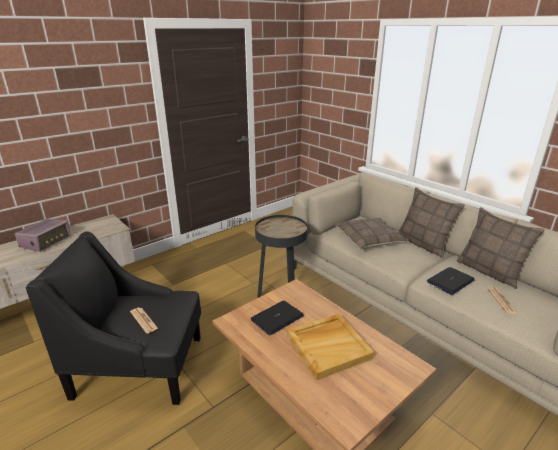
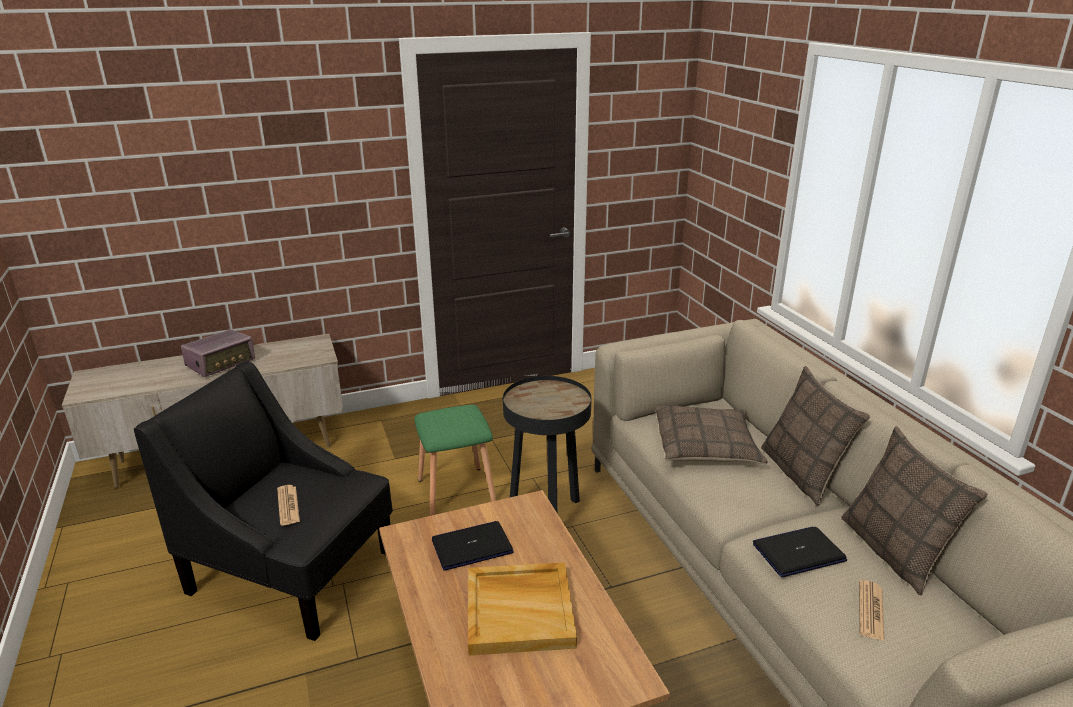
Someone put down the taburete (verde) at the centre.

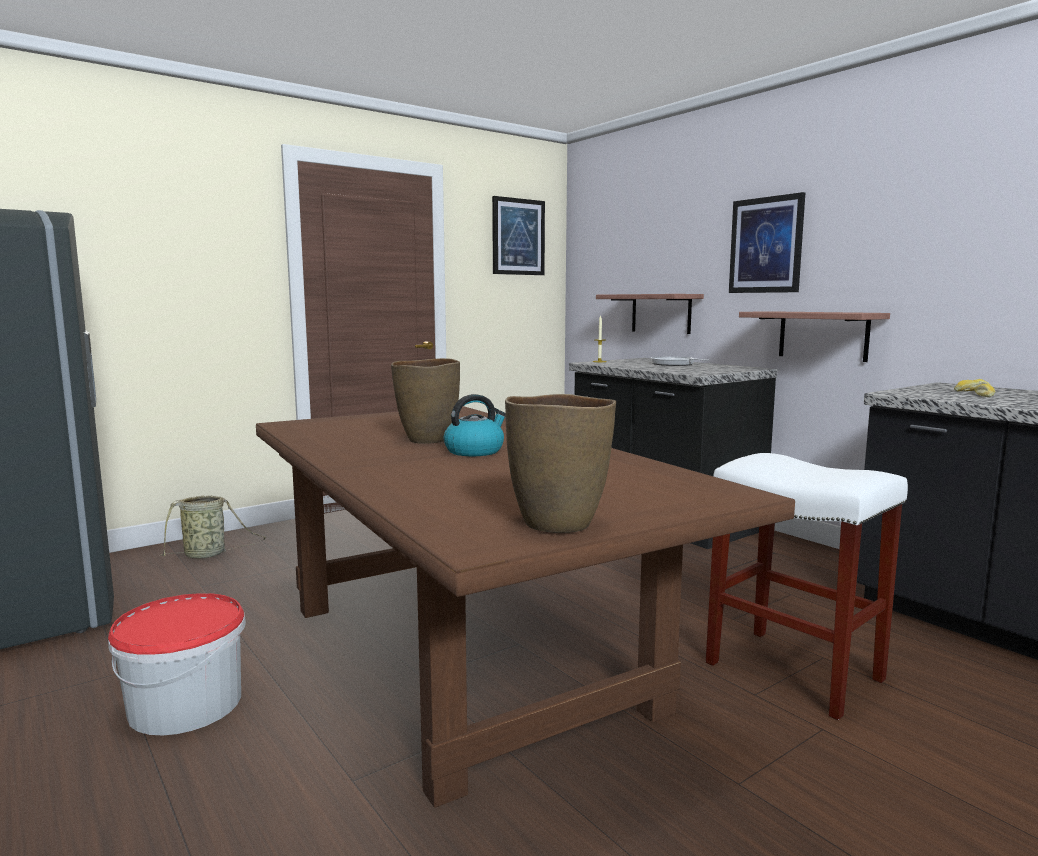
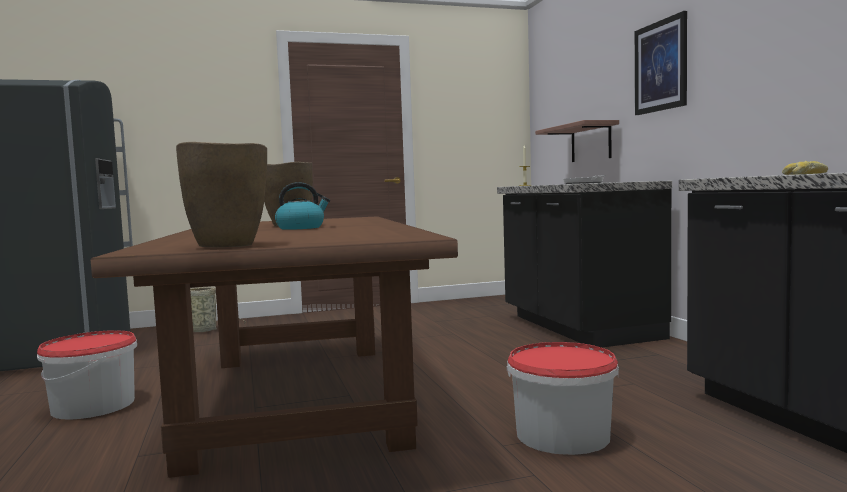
Someone took away the cuadro (1st from left) at the top centre.
Someone took away the estante (2nd from left) at the middle right.
Someone swapped the taburete (blanco) at the bottom right for the cubo (2nd from left) at the bottom centre.

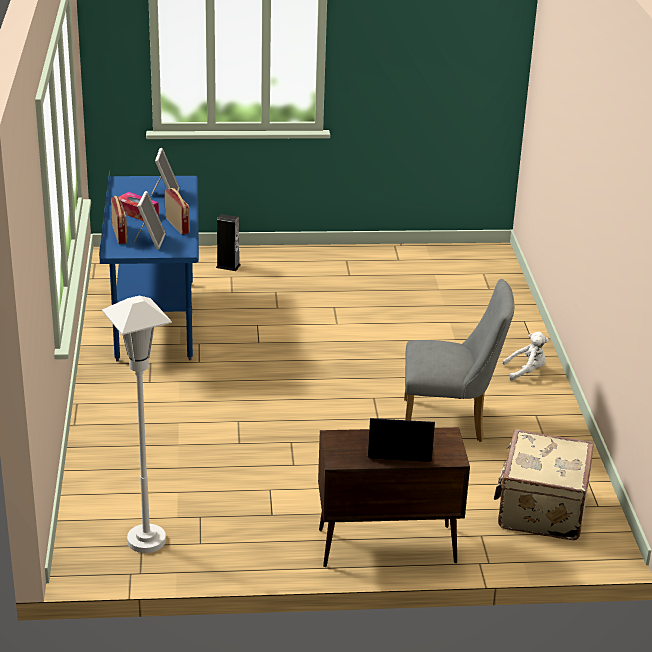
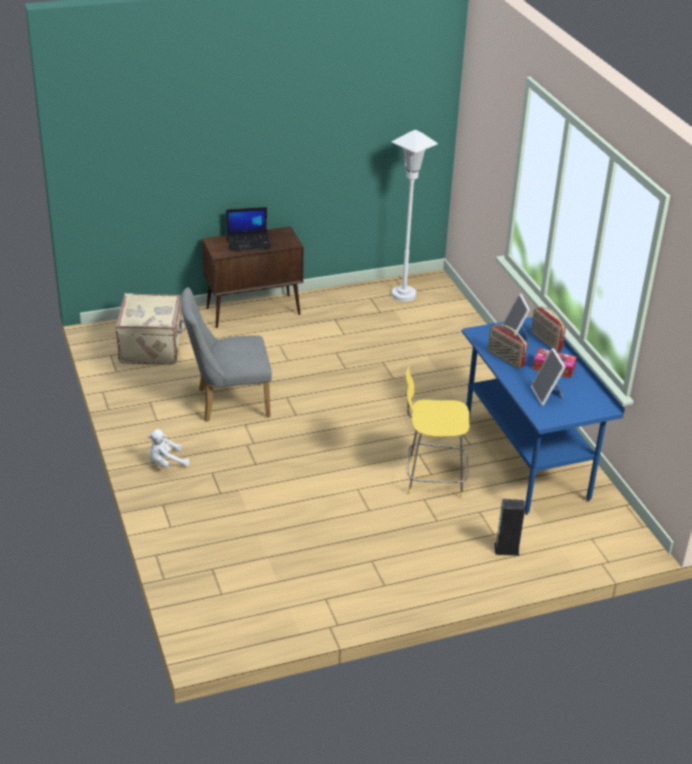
Someone put down the taburete (amarillo) at the centre.

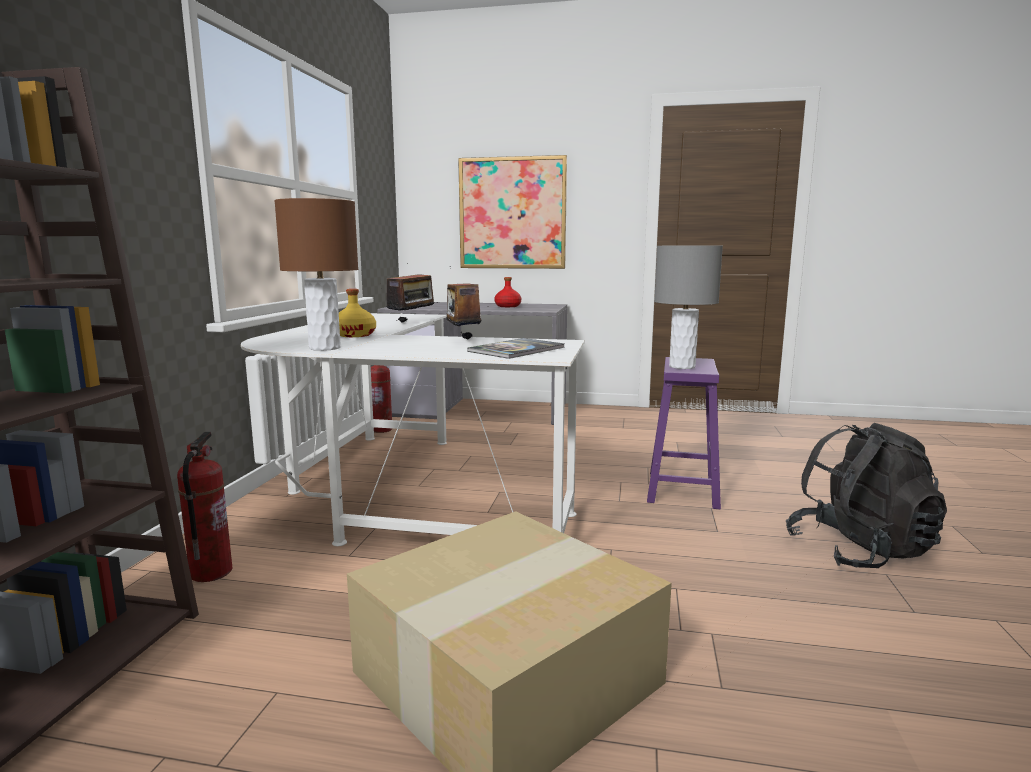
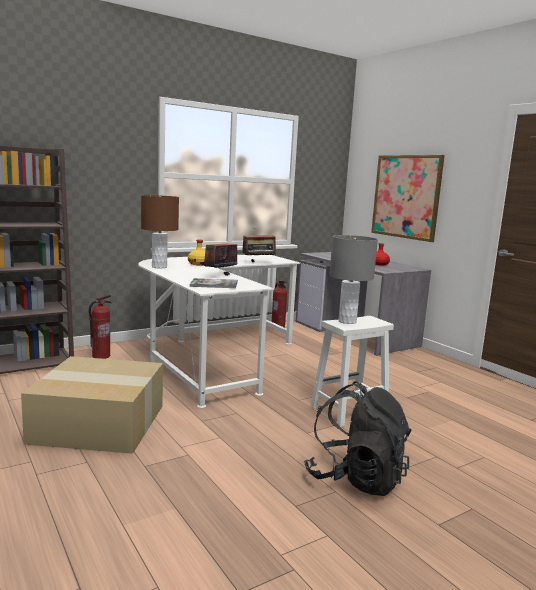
Someone repainted the taburete (morado) at the centre, which became the taburete (blanco) at the centre.

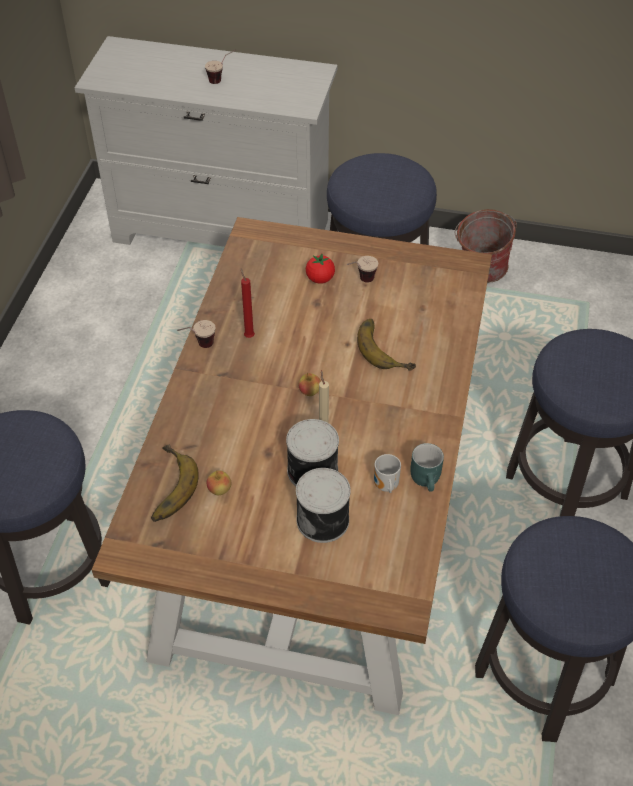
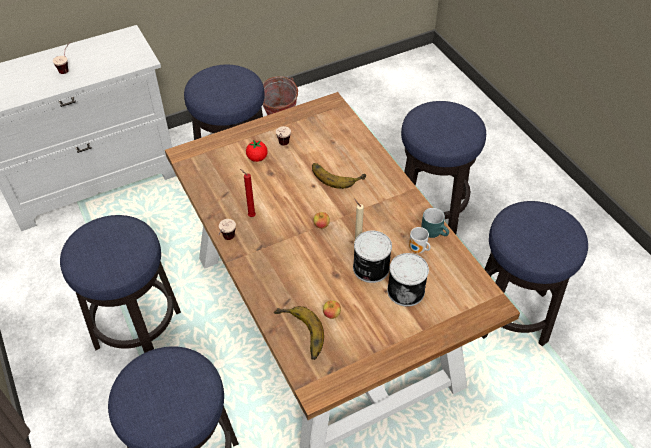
Someone put down the taburete (1st from left) at the middle left.

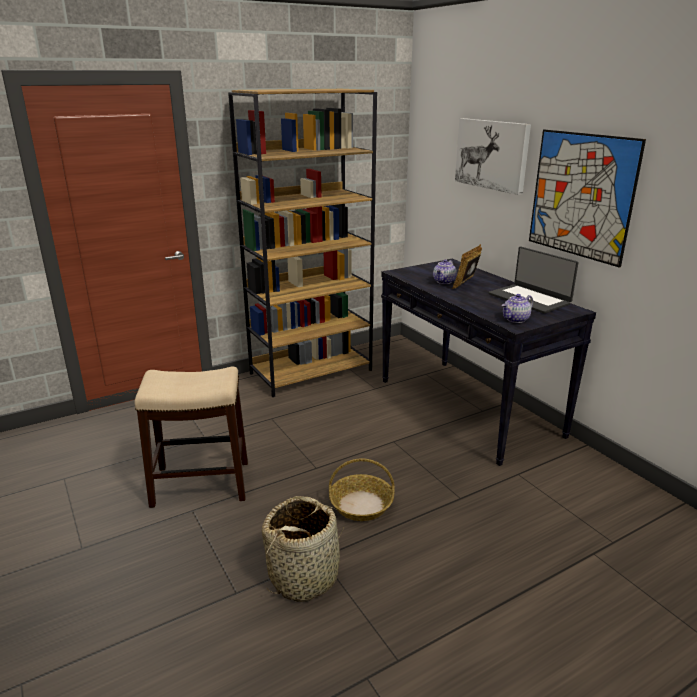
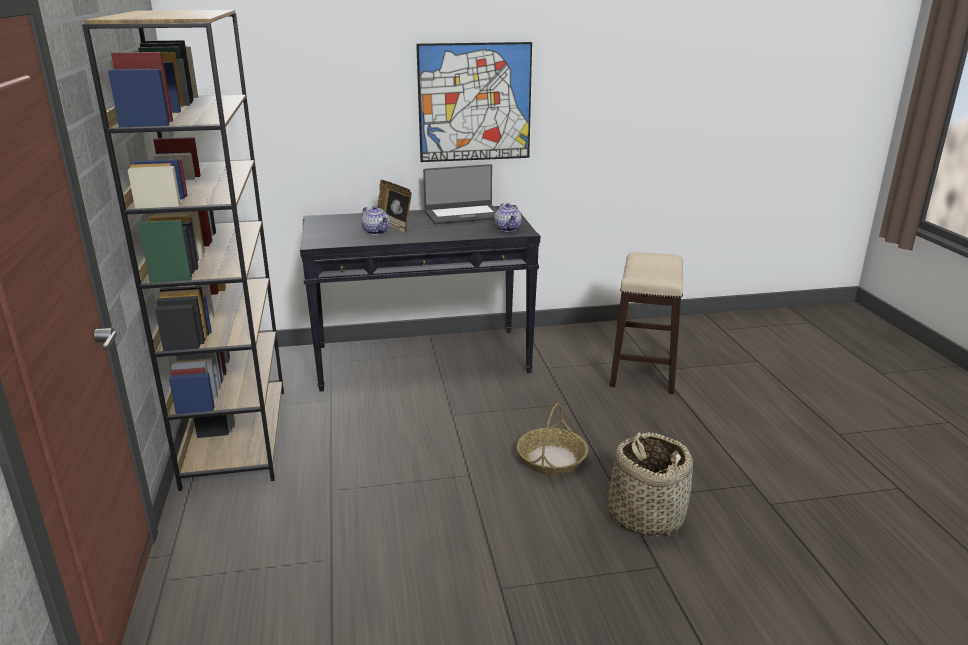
Someone took away the cuadro (1st from left) at the top right.
Someone carried the taburete from the middle left to the middle right.

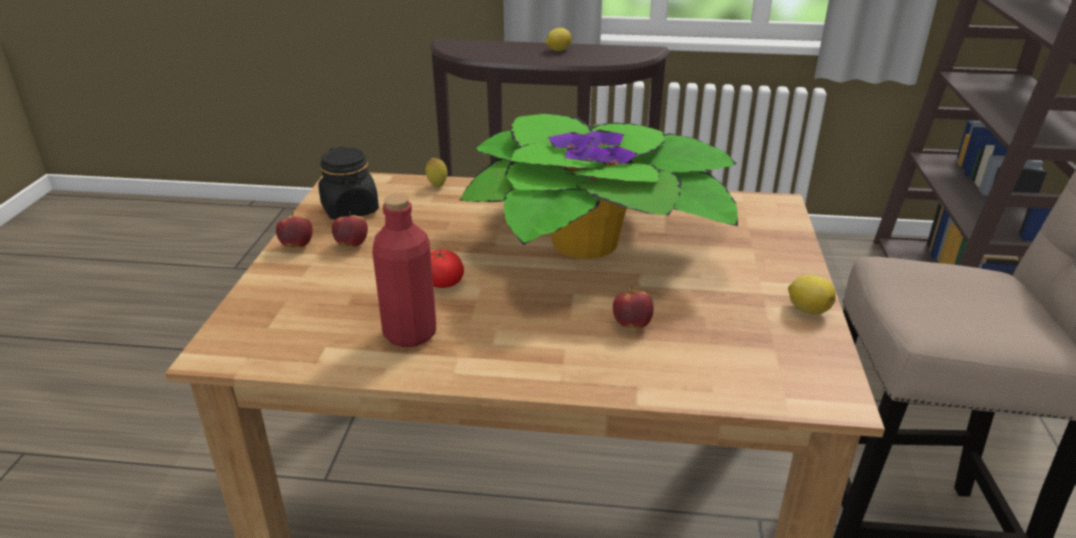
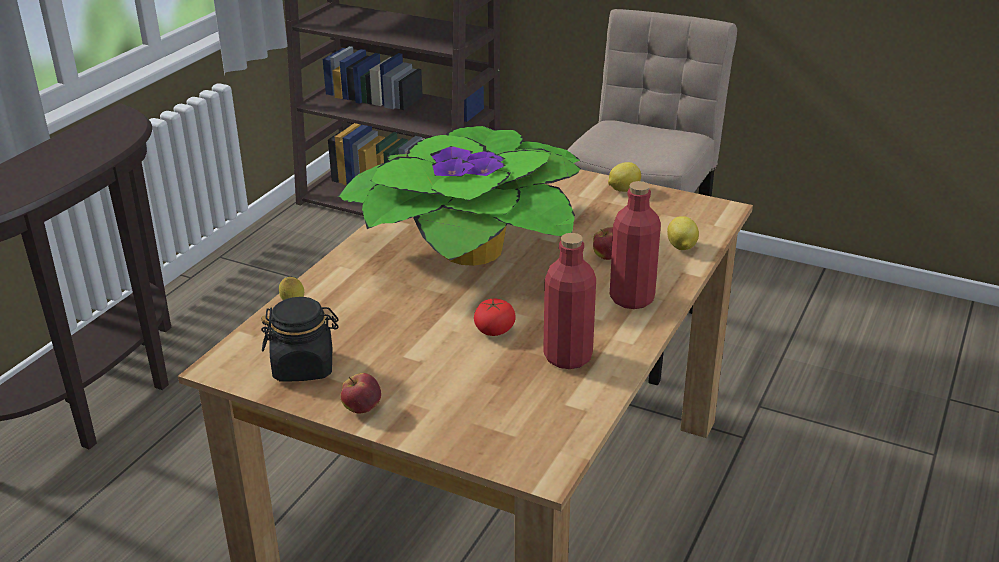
Someone took away the manzana (2nd from left) at the middle left.
Someone put down the botella (rojo) (2nd from left) at the centre.
Someone carried the limón (2nd from left in the first image) from the top centre to the middle right.

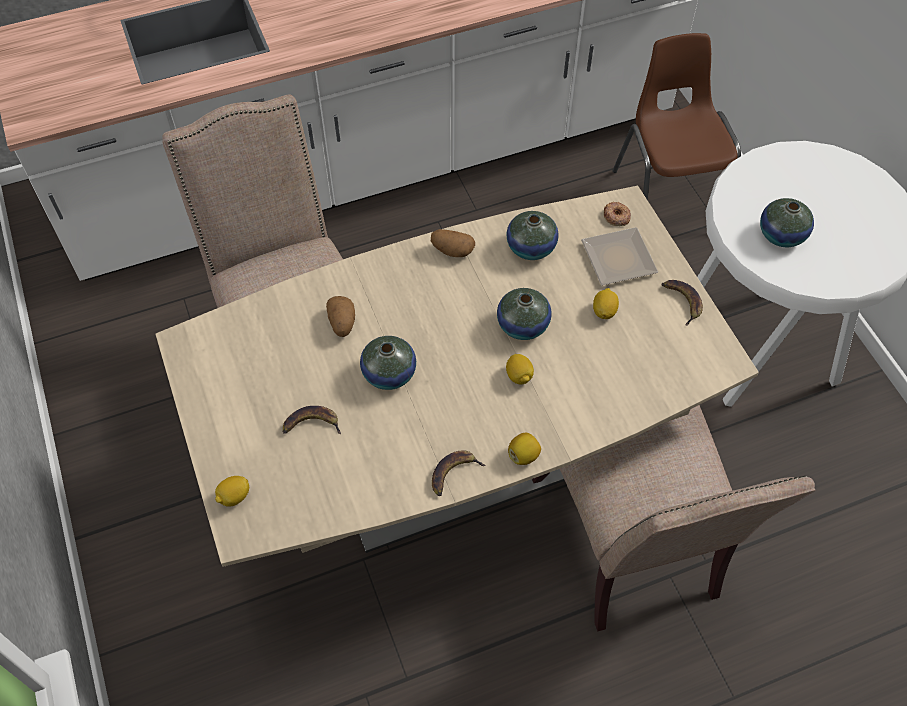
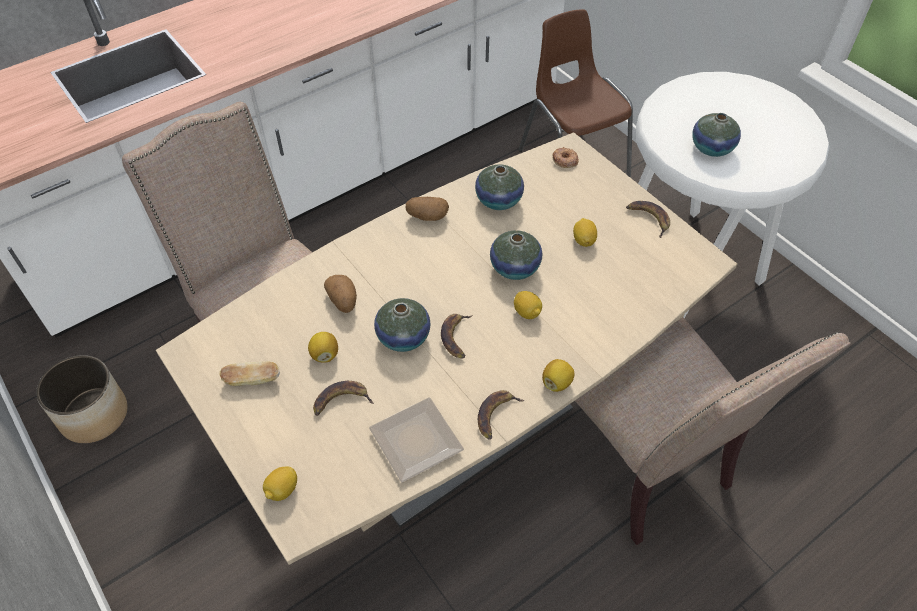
Someone put down the maceta at the middle left.
Someone put down the pan at the middle left.
Someone put down the limón (2nd from left) at the centre.
Someone put down the plátano (2nd from left) at the centre.
Someone carried the plato from the middle right to the bottom centre.

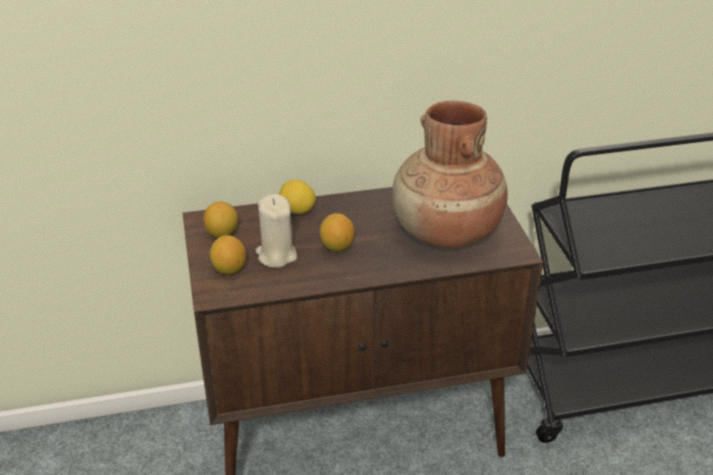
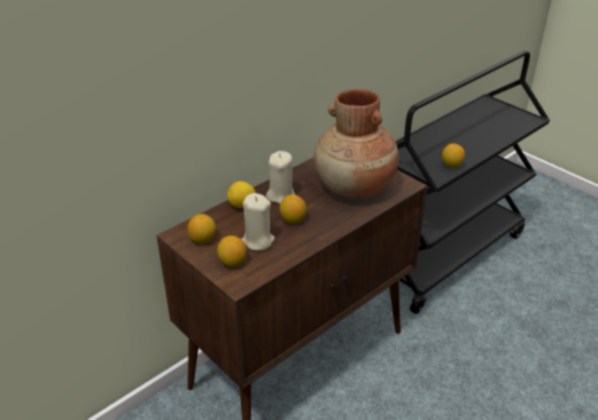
Someone put down the vela (beis) (2nd from left) at the centre.
Someone put down the limón (5th from left) at the middle right.

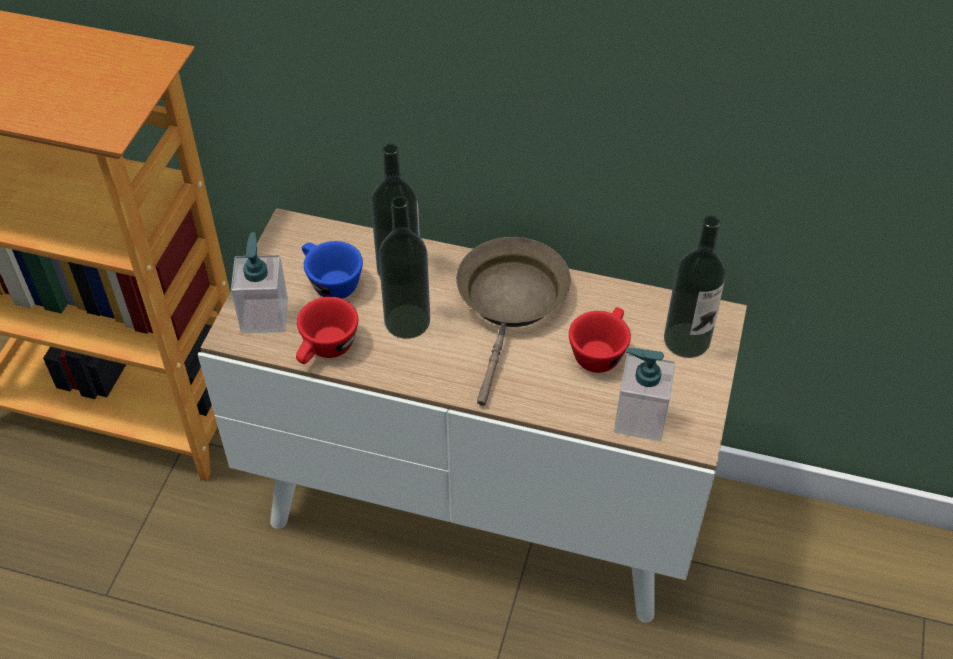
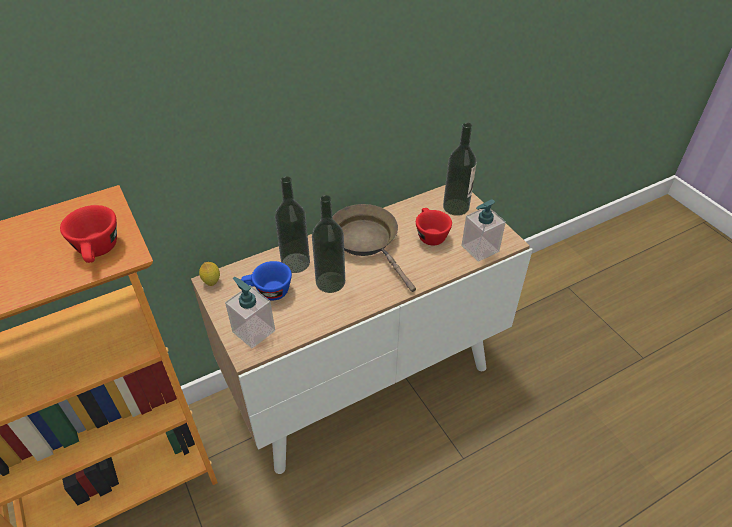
Someone put down the limón at the middle left.
Someone carried the taza (rojo) (1st from left) from the centre to the middle left.

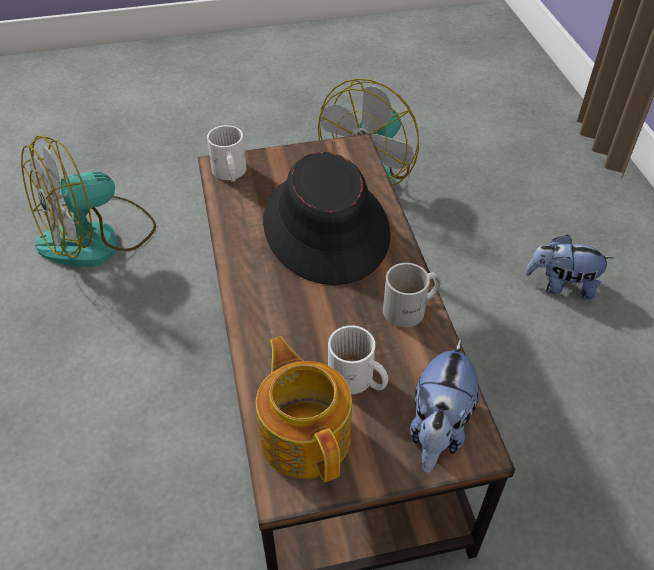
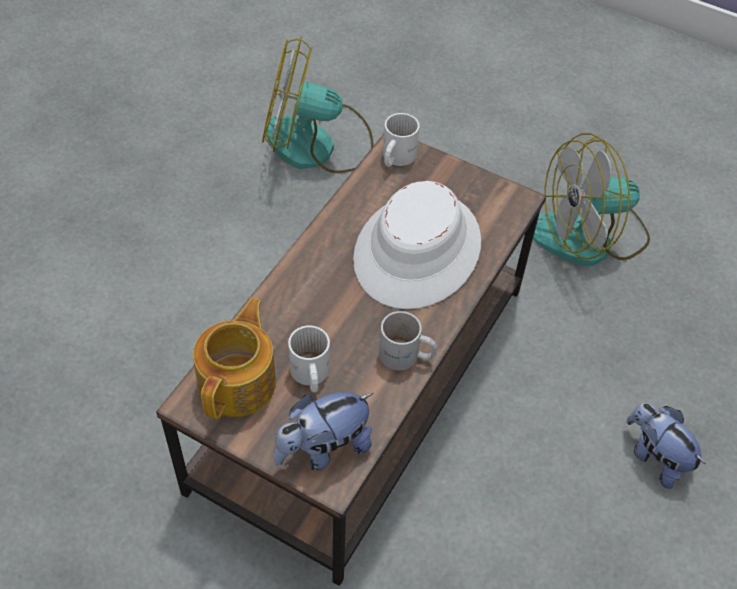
Someone repainted the sombrero (negro) at the centre, which became the sombrero (blanco) at the centre.

